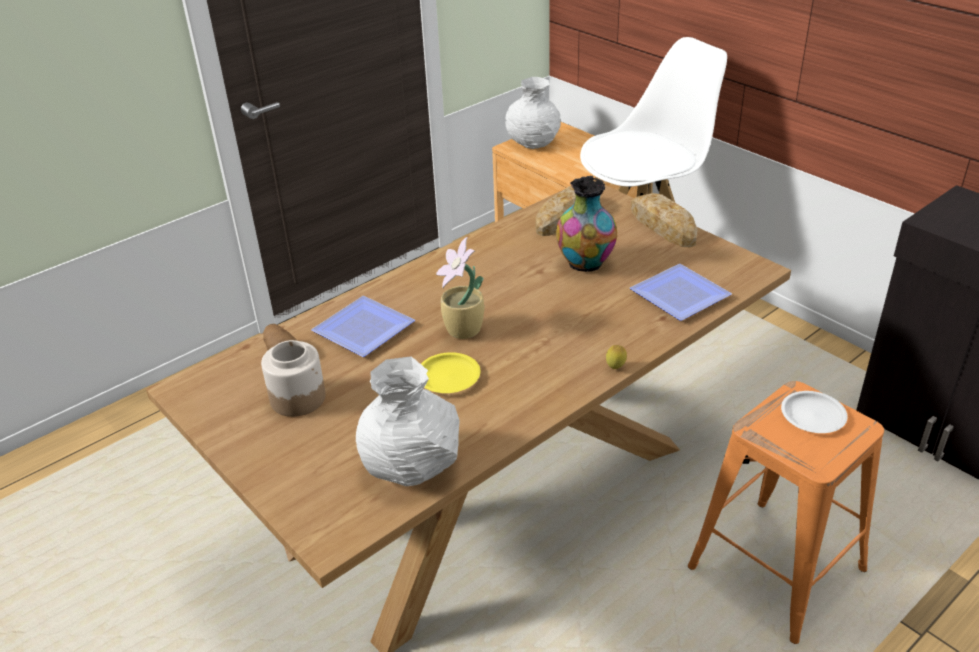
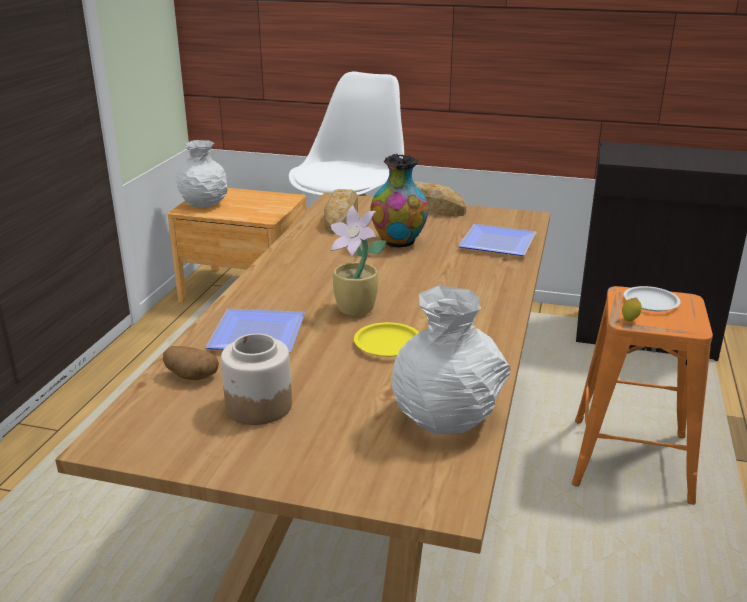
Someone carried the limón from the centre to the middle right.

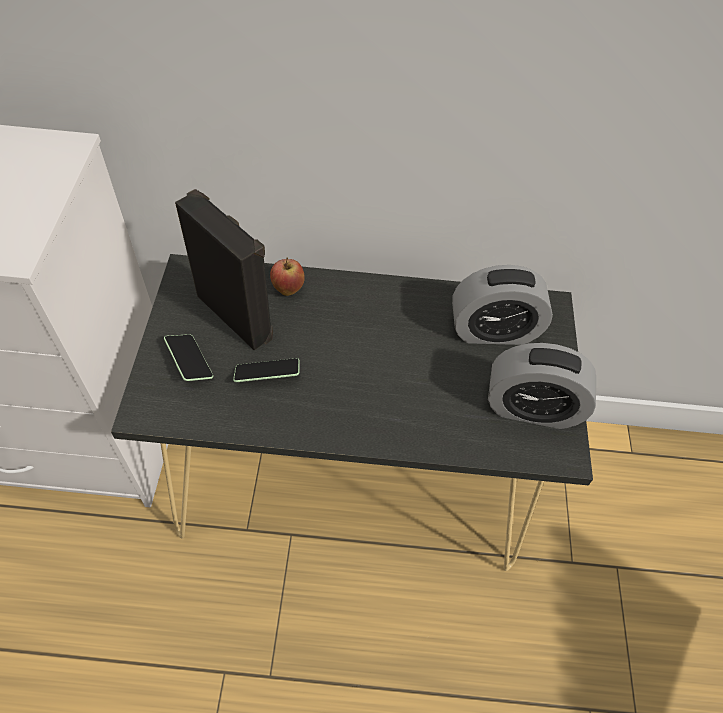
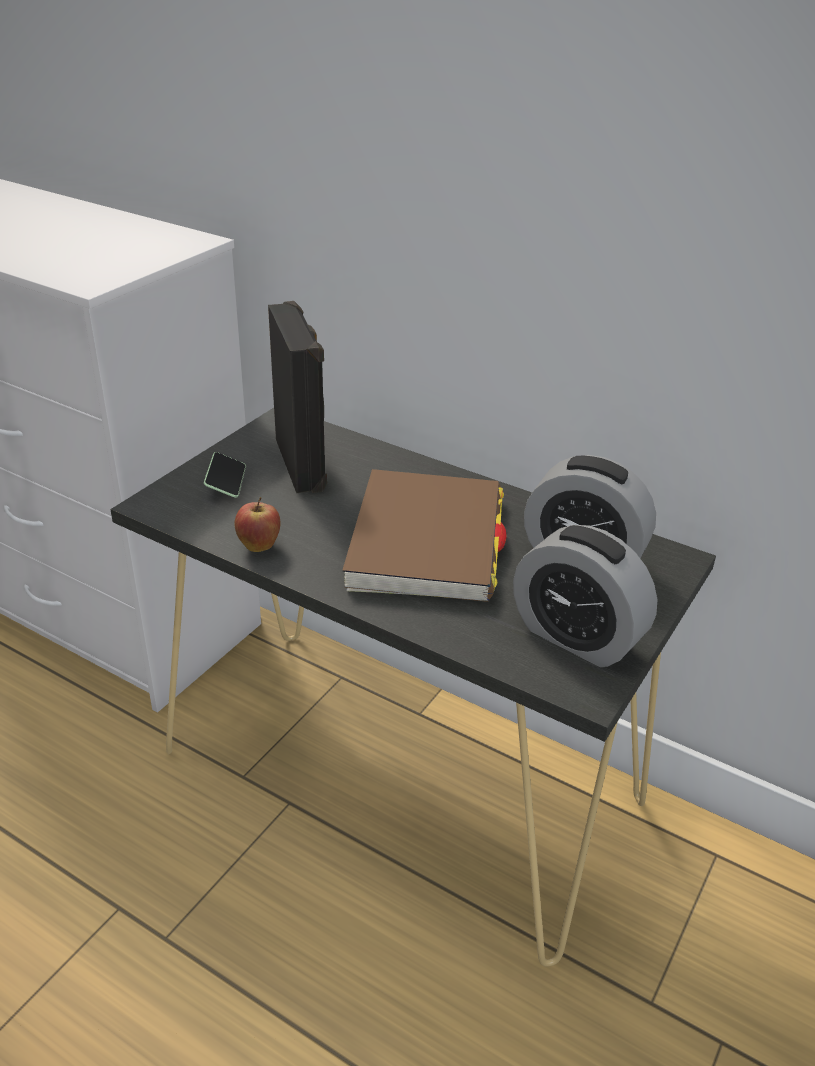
Someone took away the móvil (2nd from left) at the centre.
Someone put down the libro (marrón) at the centre.
Someone carried the manzana from the centre to the middle left.

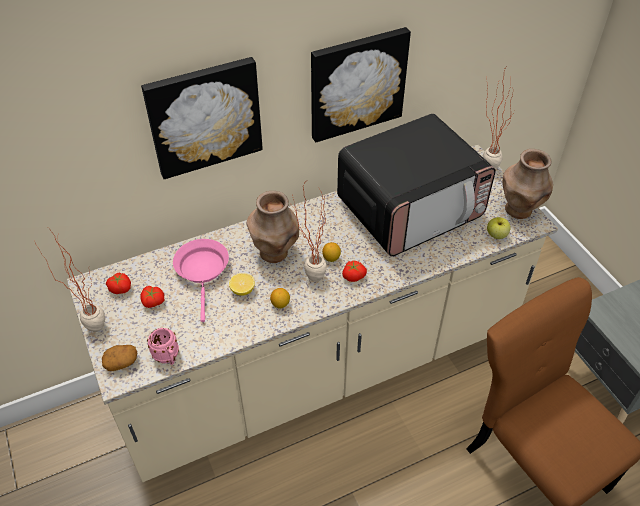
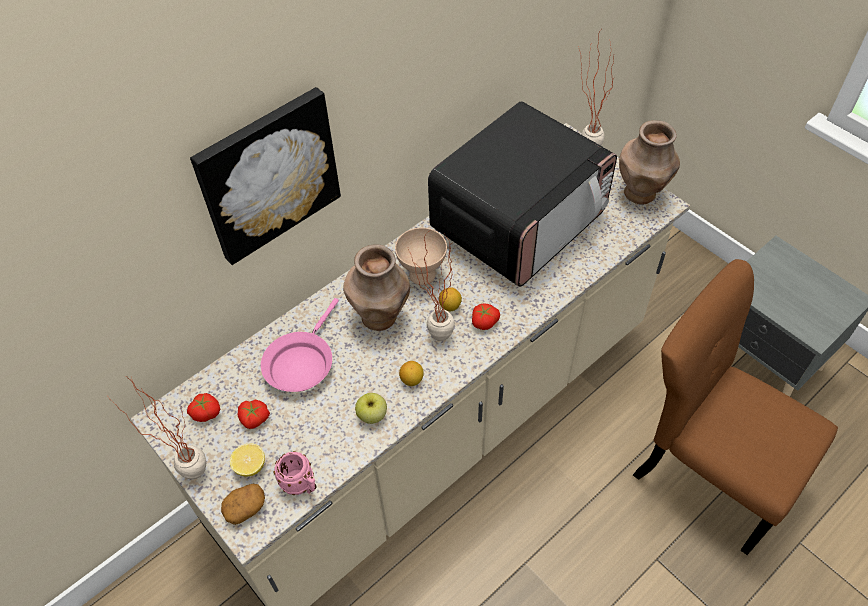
Someone took away the cuadro (2nd from left) at the top centre.
Someone put down the cuenco (beis) at the centre.
Someone carried the limón (1st from left) from the centre to the bottom left.
Someone carried the manzana from the middle right to the bottom centre.
Someone rotated the sartén (rosa) at the middle left by 135 degrees counterclockwise.

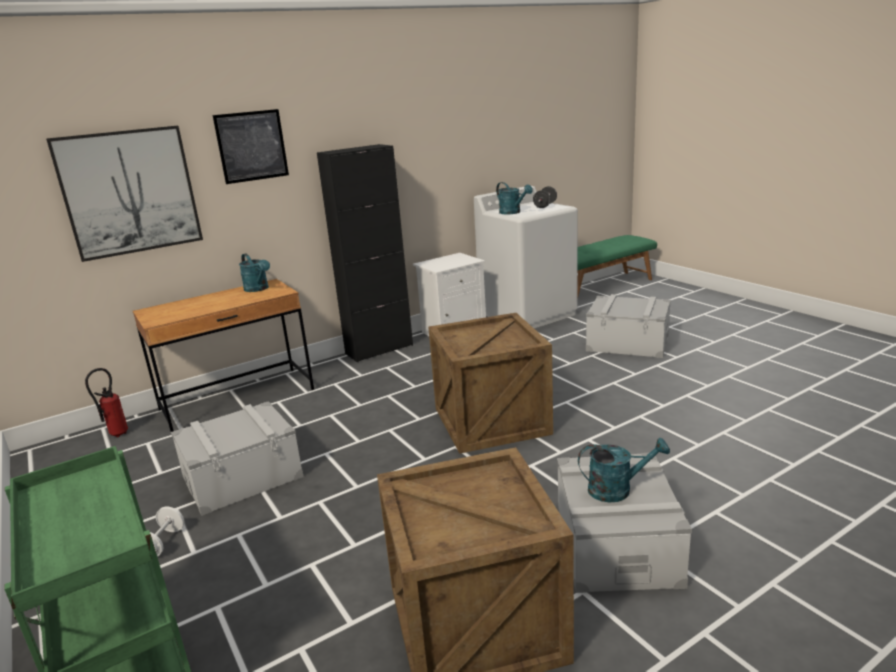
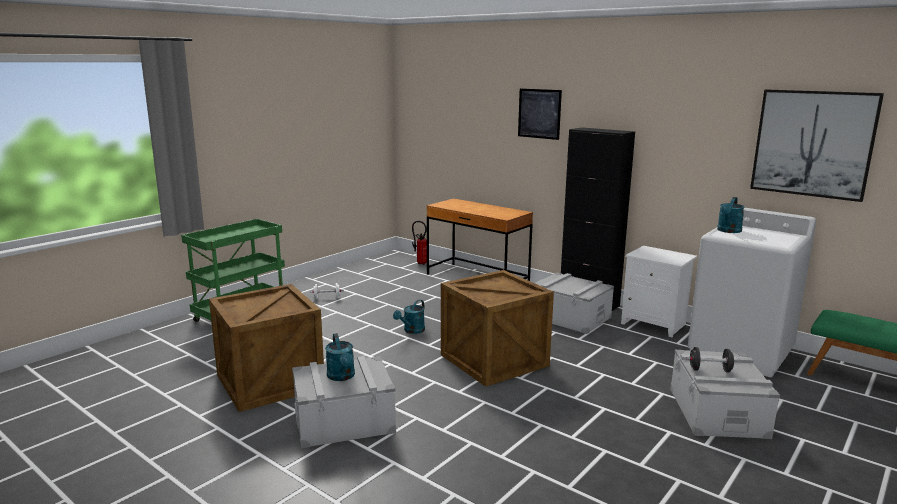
Someone carried the cuadro (1st from left in the first image) from the top left to the top right.
Someone carried the caja de almacenaje (gris) (1st from left in the first image) from the bottom left to the centre.
Someone carried the regadera (turquesa) (1st from left in the first image) from the middle left to the centre.
Someone carried the mancuerna (negro) from the top centre to the bottom right.

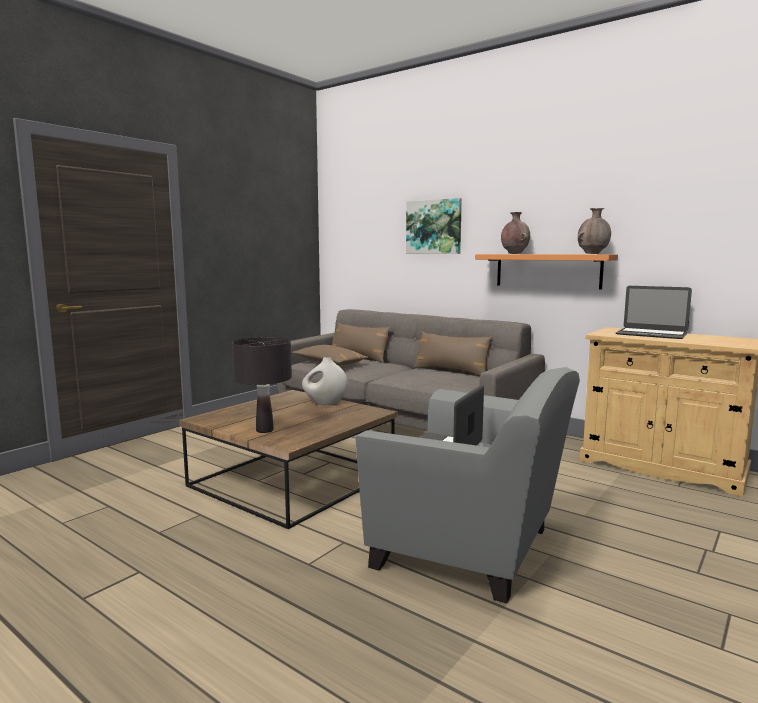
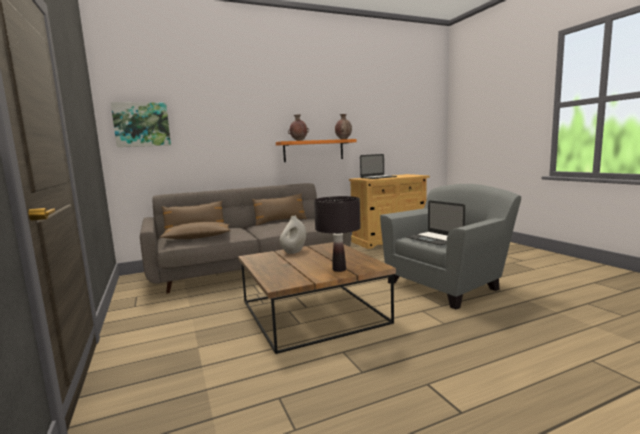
Someone carried the cuadro from the top centre to the top left.

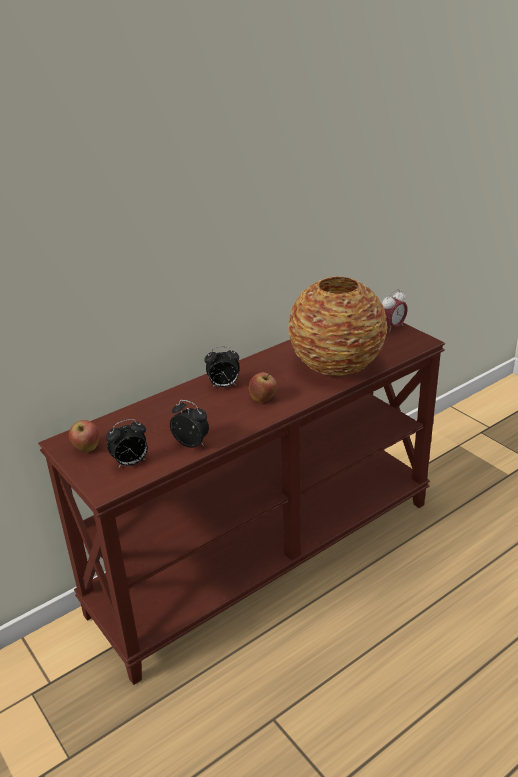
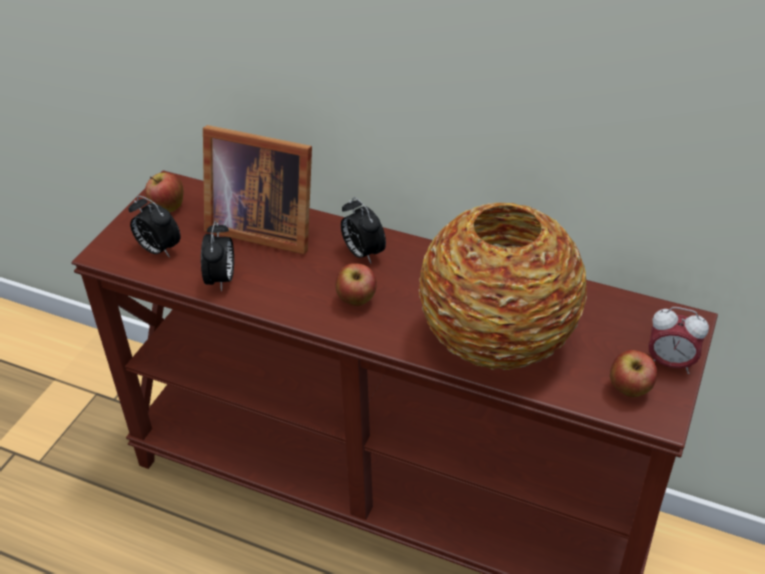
Someone put down the portarretratos at the top centre.
Someone put down the manzana (3rd from left) at the middle right.

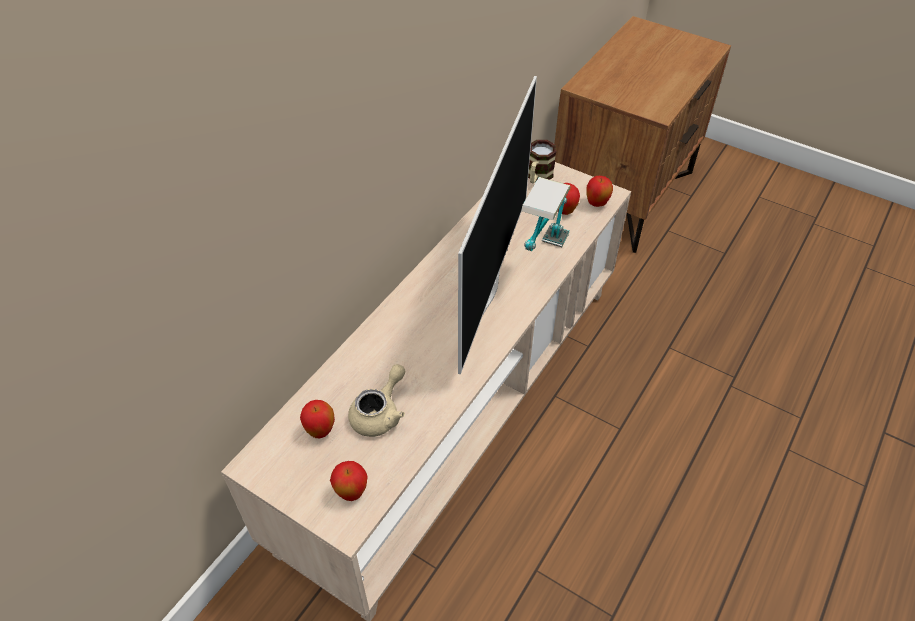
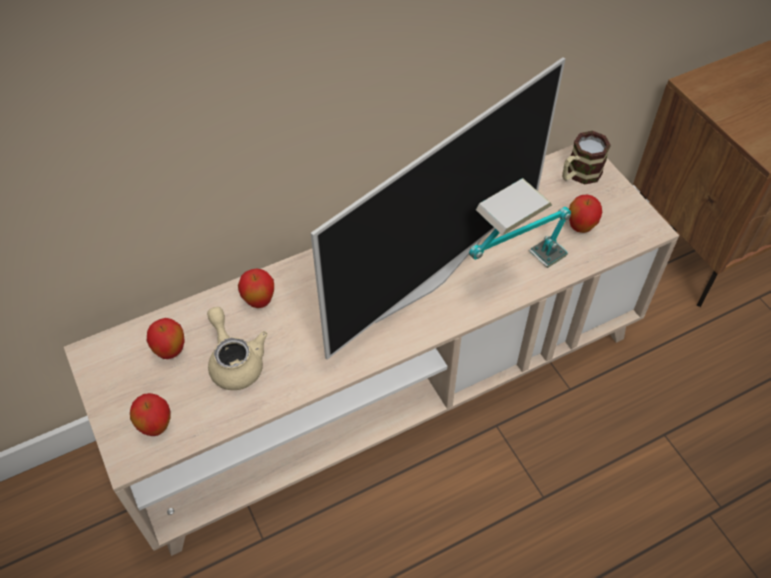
Someone carried the manzana (4th from left in the first image) from the top centre to the middle left.
Someone rotated the tetera (beis) at the centre by 90 degrees counterclockwise.

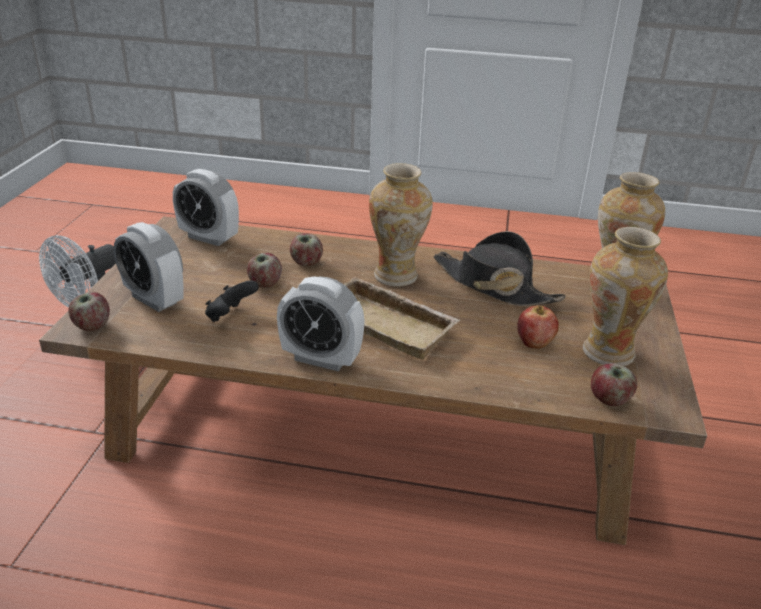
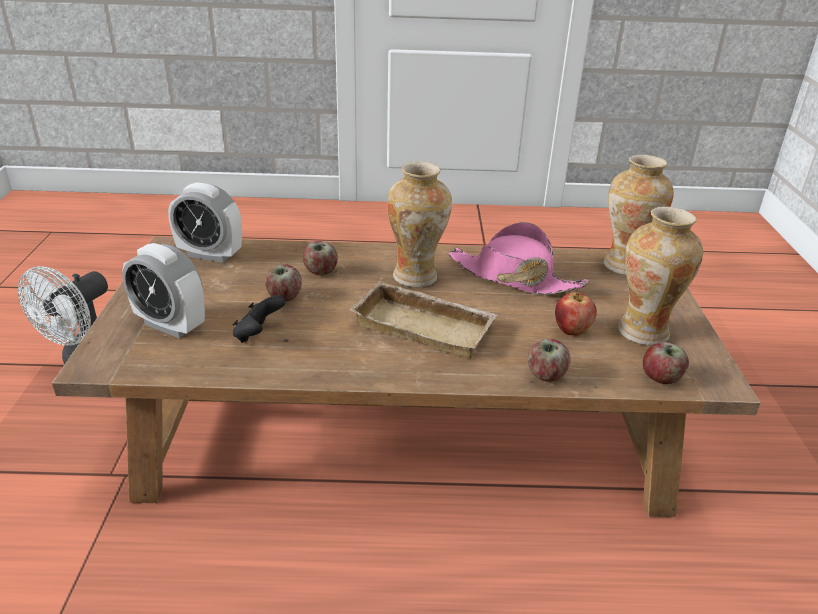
Someone took away the despertador (3rd from left) at the centre.
Someone carried the manzana (1st from left in the first image) from the middle left to the middle right.
Someone repainted the sombrero (negro) at the centre, which became the sombrero (rosa) at the centre.

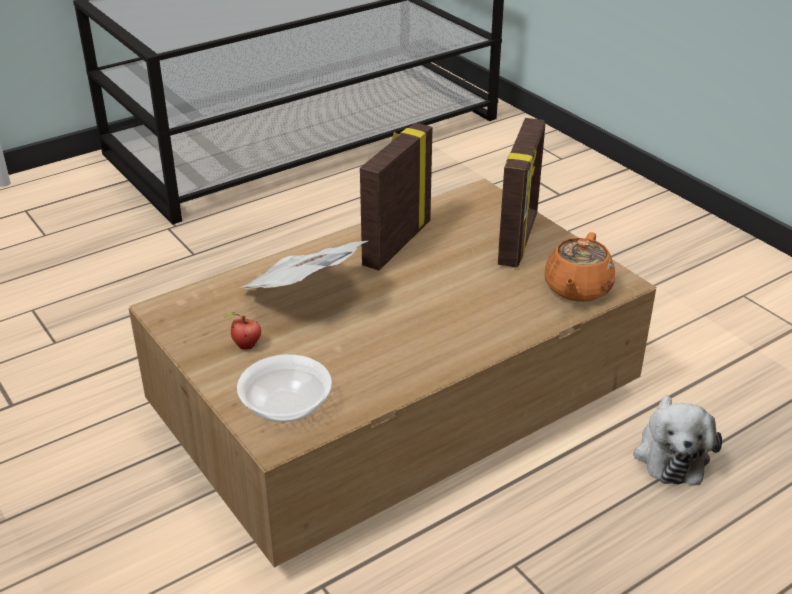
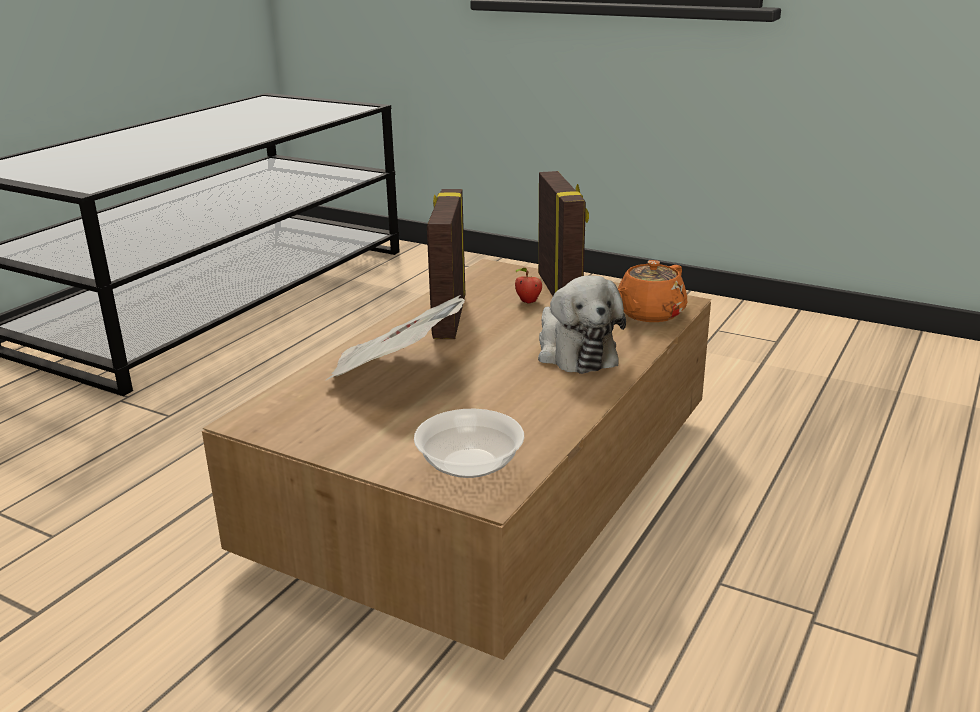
Someone carried the manzana from the middle left to the centre.
Someone carried the peluche from the bottom right to the centre.
Someone rotated the tetera (naranja) at the middle right by 45 degrees clockwise.

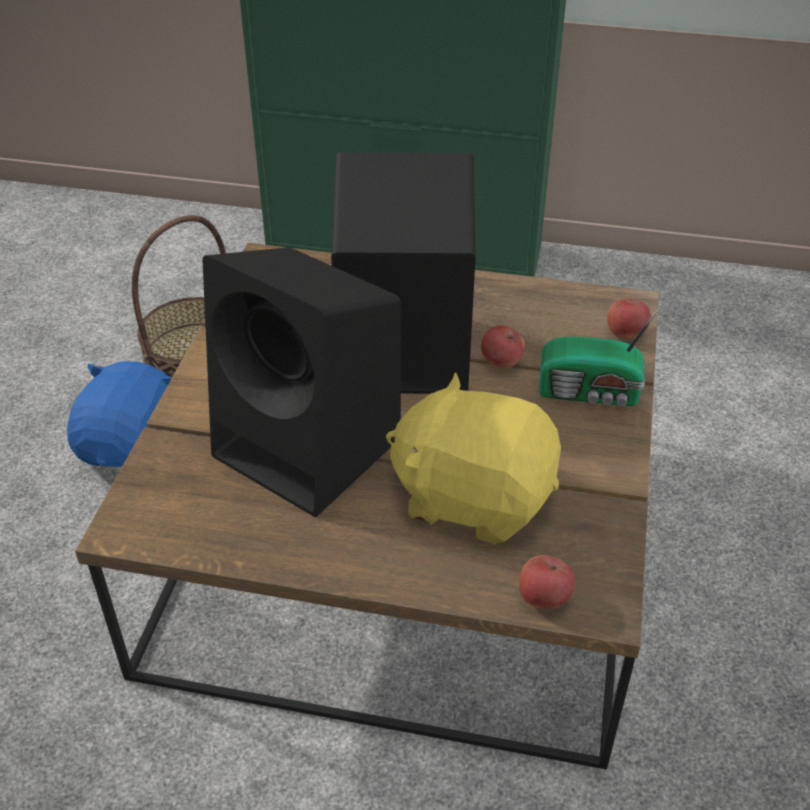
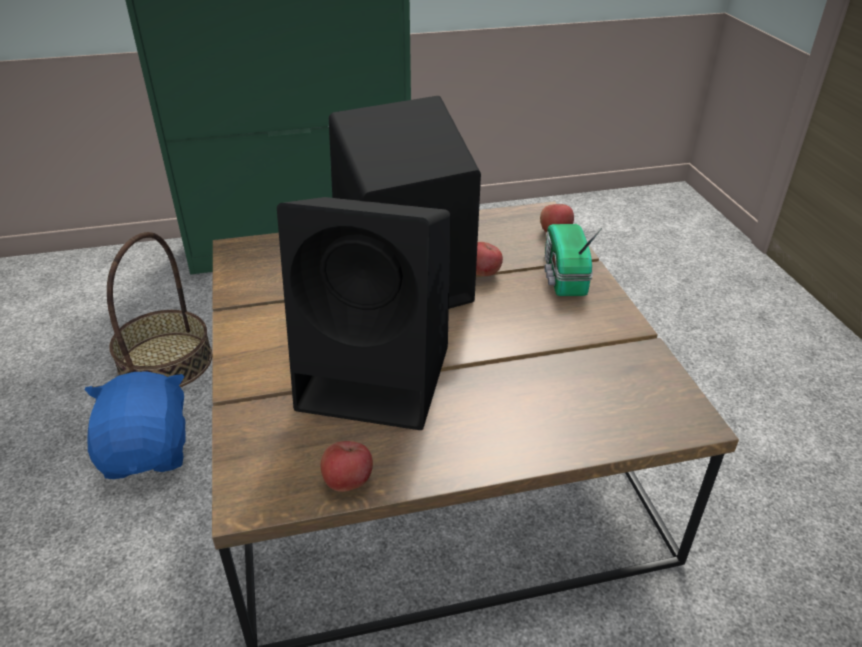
Someone took away the peluche (amarillo) at the centre.
Someone carried the manzana (2nd from left in the first image) from the bottom right to the bottom centre.
Someone rotated the radio at the middle right by 105 degrees clockwise.

